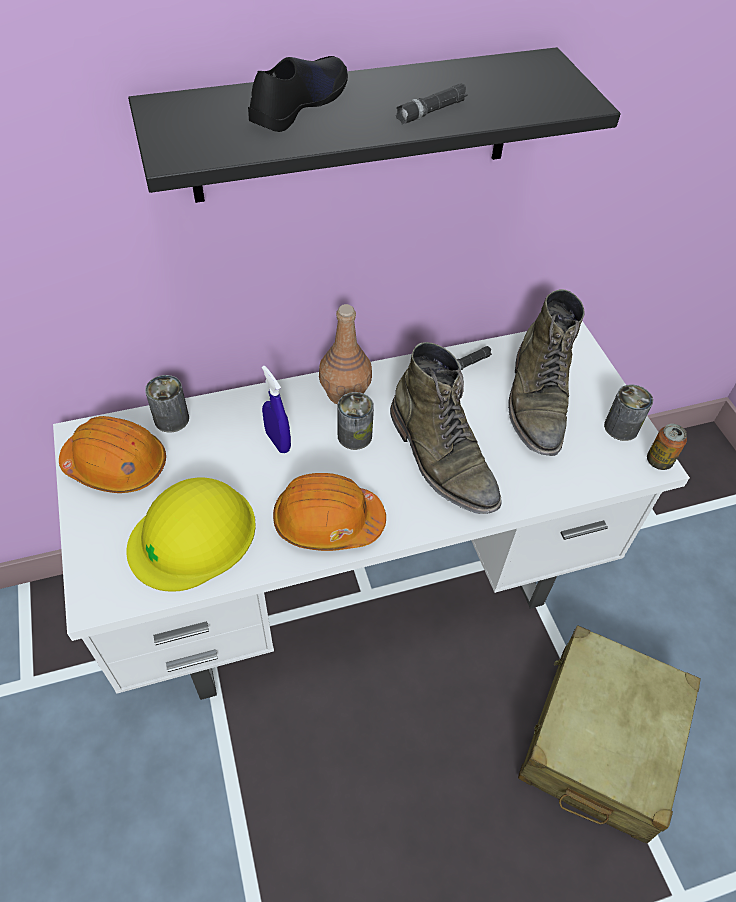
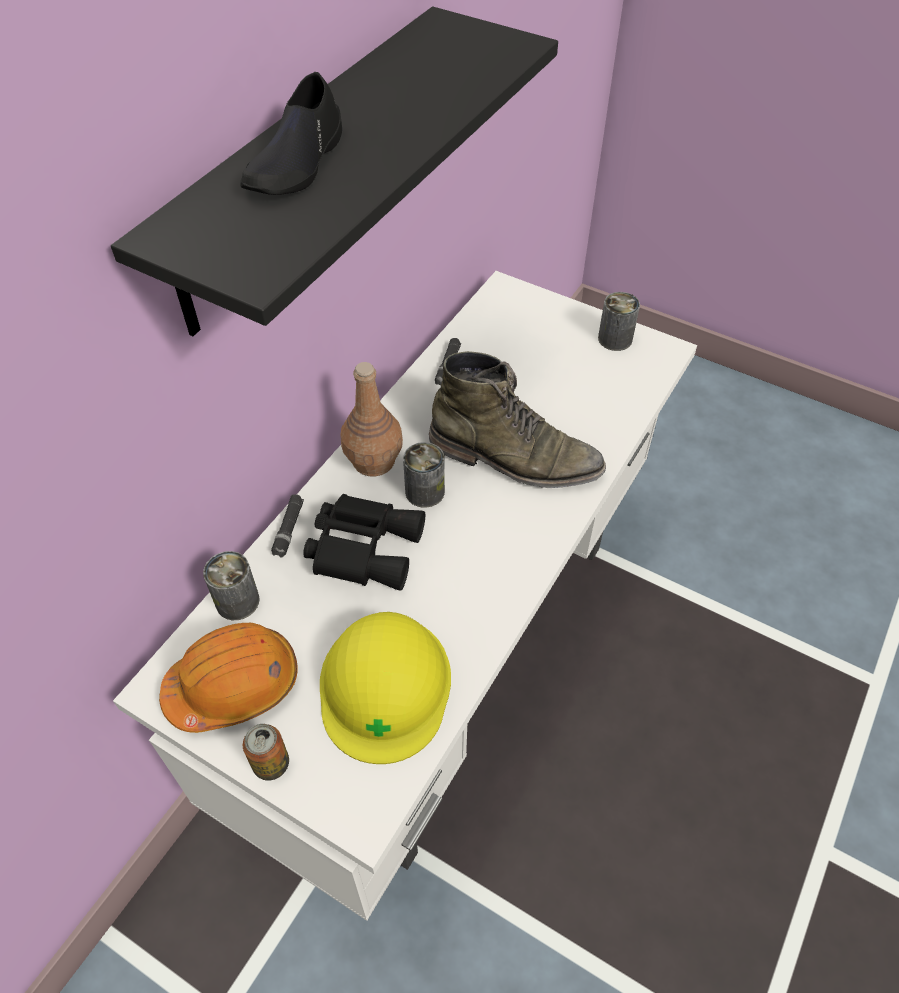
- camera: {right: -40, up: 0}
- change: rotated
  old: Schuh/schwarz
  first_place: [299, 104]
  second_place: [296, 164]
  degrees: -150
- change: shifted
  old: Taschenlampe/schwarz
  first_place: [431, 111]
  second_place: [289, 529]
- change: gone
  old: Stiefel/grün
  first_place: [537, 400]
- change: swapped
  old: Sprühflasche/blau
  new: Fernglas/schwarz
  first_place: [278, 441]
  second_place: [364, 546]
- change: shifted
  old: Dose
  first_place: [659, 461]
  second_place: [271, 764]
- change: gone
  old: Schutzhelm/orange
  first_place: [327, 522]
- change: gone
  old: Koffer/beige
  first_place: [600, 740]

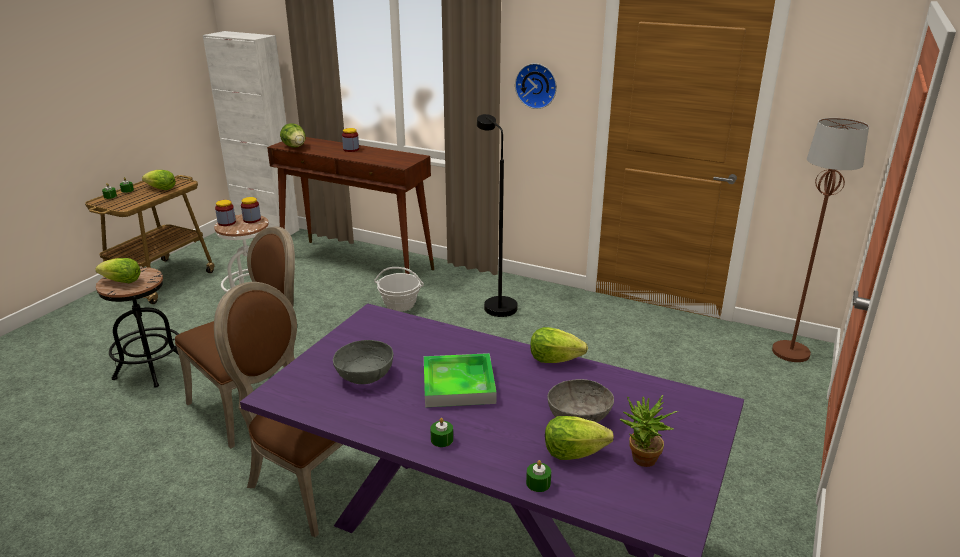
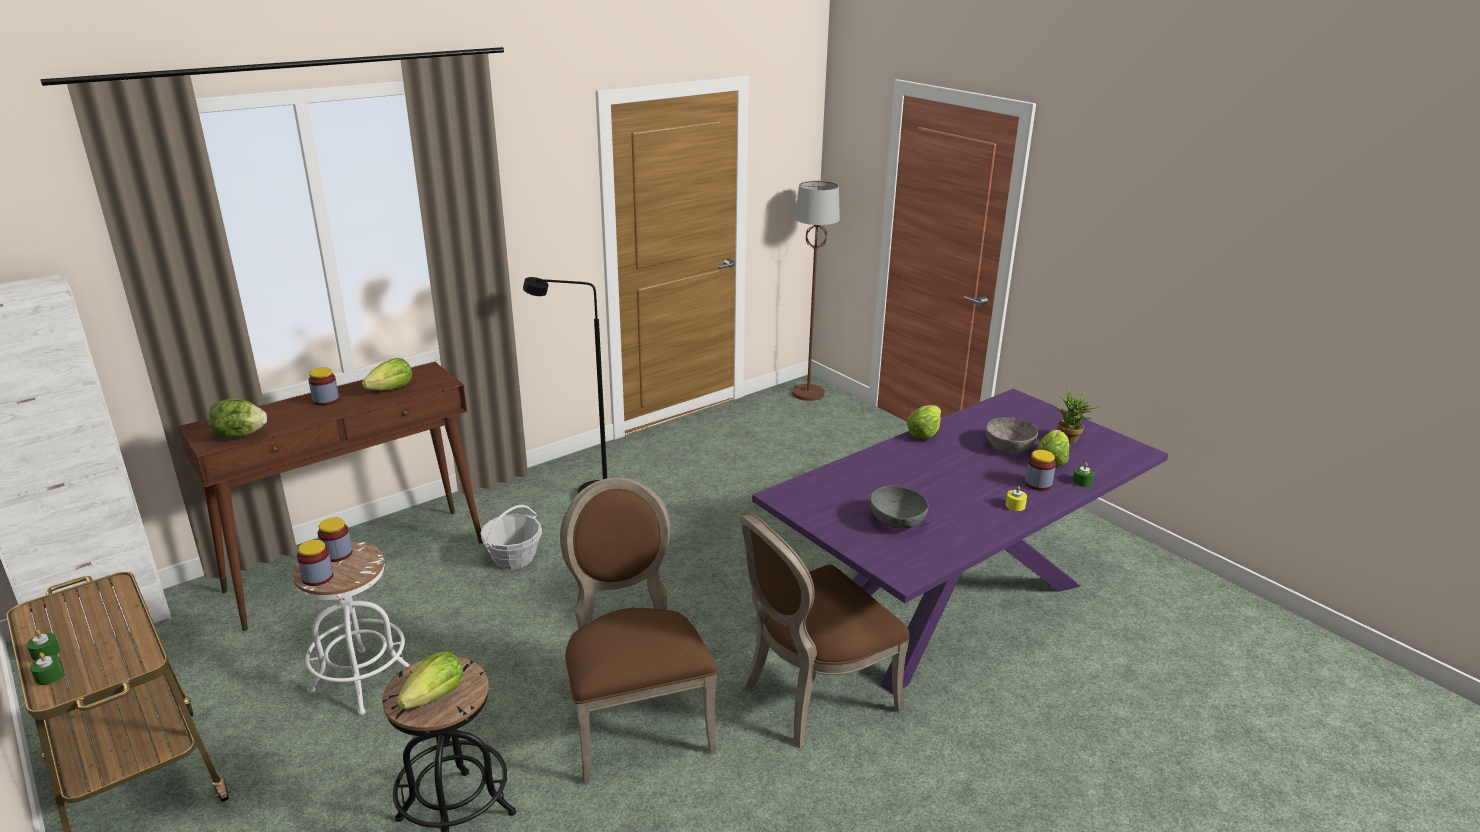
- camera: {right: -65, up: 0}
- change: gone
  old: Wanduhr
  first_place: [537, 85]
- change: shifted
  old: Salatkopf
  first_place: [161, 189]
  second_place: [391, 389]
- change: gone
  old: Tablett
  first_place: [458, 384]
- change: repainted
  old: Kerze/grün
  new: Kerze/gelb
  first_place: [442, 439]
  second_place: [1015, 505]
- change: new
  new: Vorratsglas
  second_place: [1038, 484]

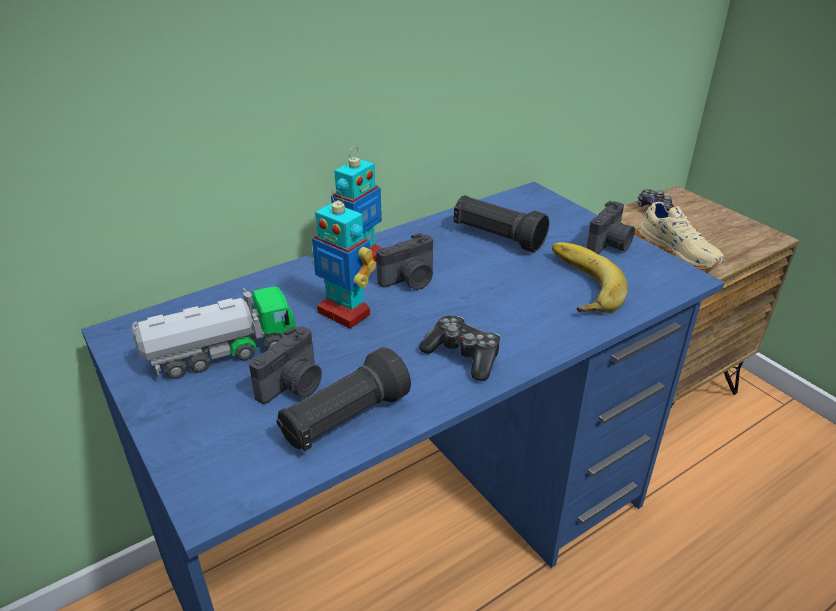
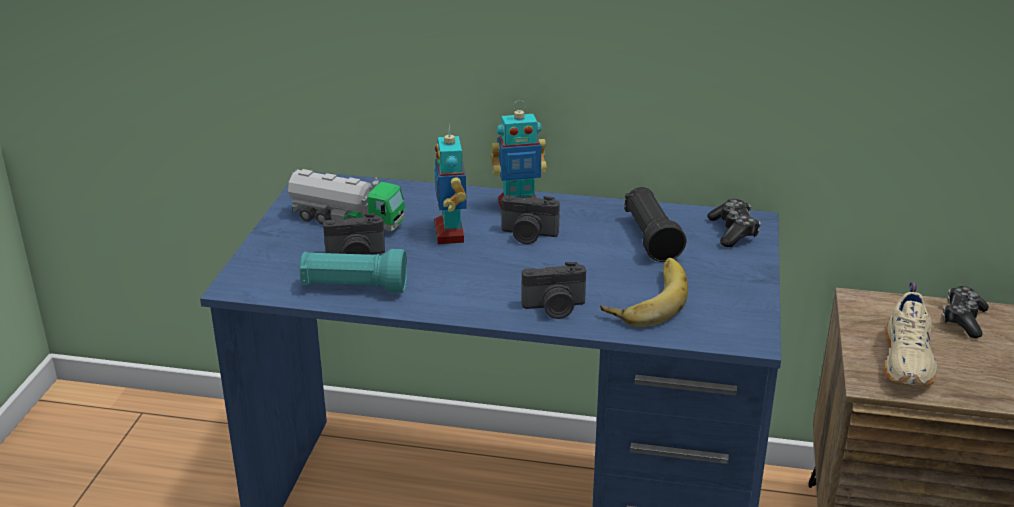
- camera: {right: 45, up: -5}
- change: shifted
  old: Kamera
  first_place: [610, 245]
  second_place: [554, 308]
- change: shifted
  old: Gamepad
  first_place: [463, 356]
  second_place: [733, 232]
- change: repainted
  old: Taschenlampe/schwarz
  new: Taschenlampe/türkis
  first_place: [344, 419]
  second_place: [353, 287]

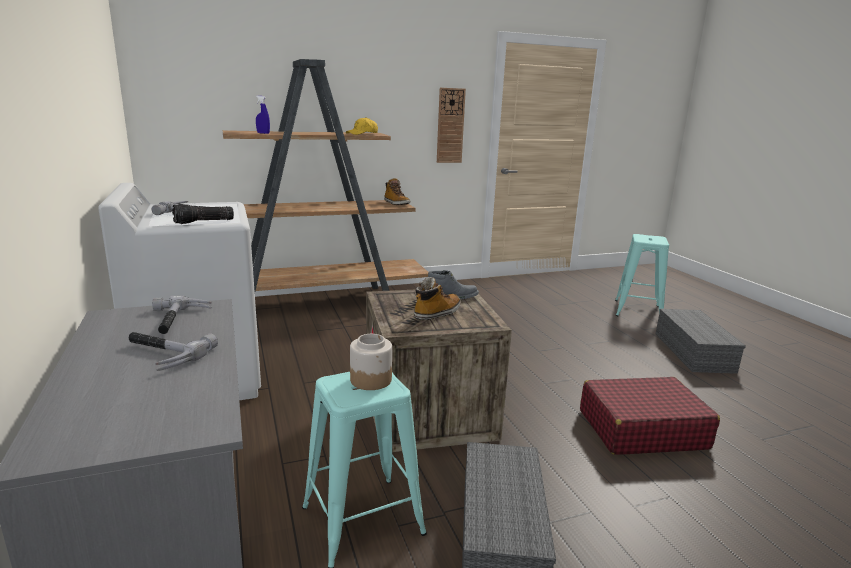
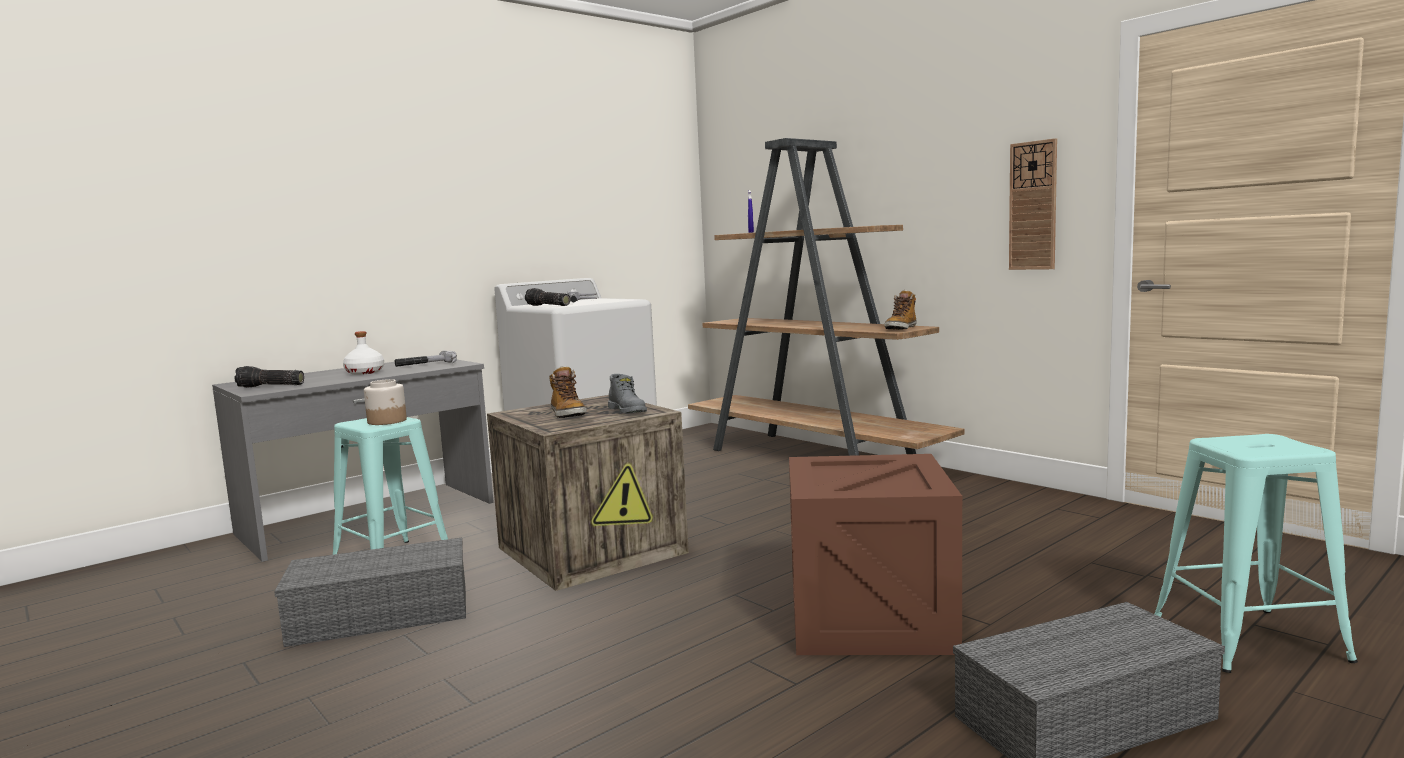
- camera: {right: 70, up: -10}
- change: gone
  old: Kappe/gelb
  first_place: [362, 134]
- change: rotated
  old: Stiefel
  first_place: [437, 313]
  second_place: [567, 414]
  degrees: 45
- change: swapped
  old: Hammer
  new: Flasche/weiß
  first_place: [161, 354]
  second_place: [364, 372]
- change: gone
  old: Koffer/rot
  first_place: [641, 429]
- change: new
  new: Taschenlampe
  second_place: [270, 386]
- change: new
  new: Kiste
  second_place: [869, 618]

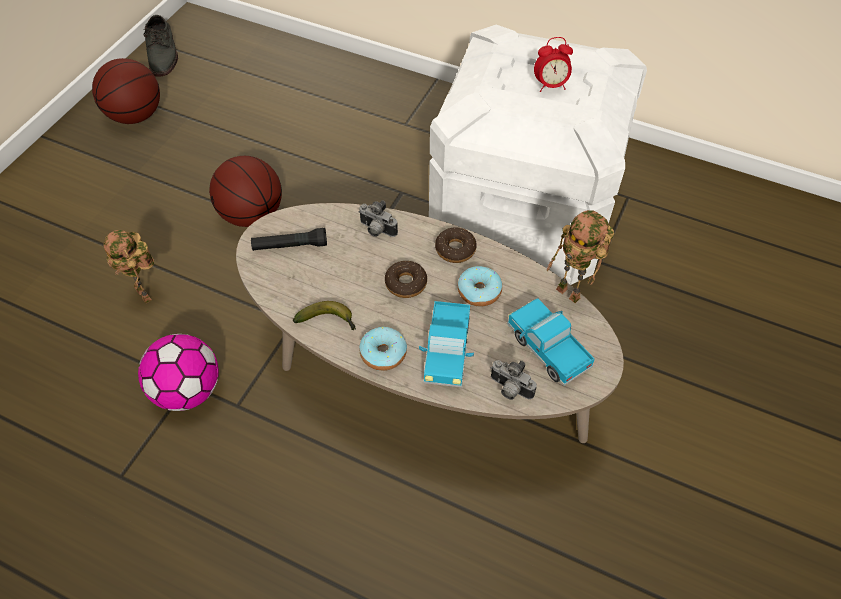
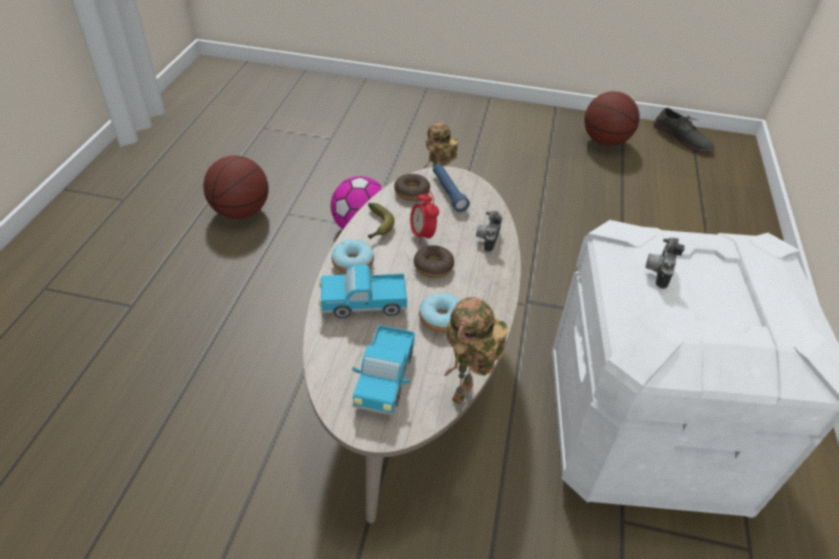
- camera: {right: 75, up: -10}
- change: rotated
  old: Schuh/grau
  first_place: [163, 54]
  second_place: [682, 138]
  degrees: -105
- change: shifted
  old: Wecker
  first_place: [550, 86]
  second_place: [422, 235]
- change: shifted
  old: Basketball
  first_place: [252, 215]
  second_place: [241, 212]
- change: shifted
  old: Donut
  first_place: [455, 249]
  second_place: [412, 192]
- change: repainted
  old: Taschenlampe/schwarz
  new: Taschenlampe/blau
  first_place: [290, 246]
  second_place: [449, 192]
- change: rotated
  old: Spielzeuglaster
  first_place: [547, 349]
  second_place: [384, 380]
  degrees: 150
- change: shifted
  old: Kamera
  first_place: [509, 389]
  second_place: [657, 271]

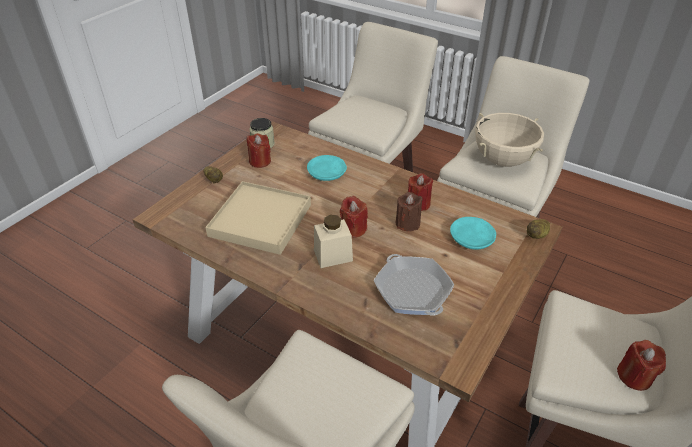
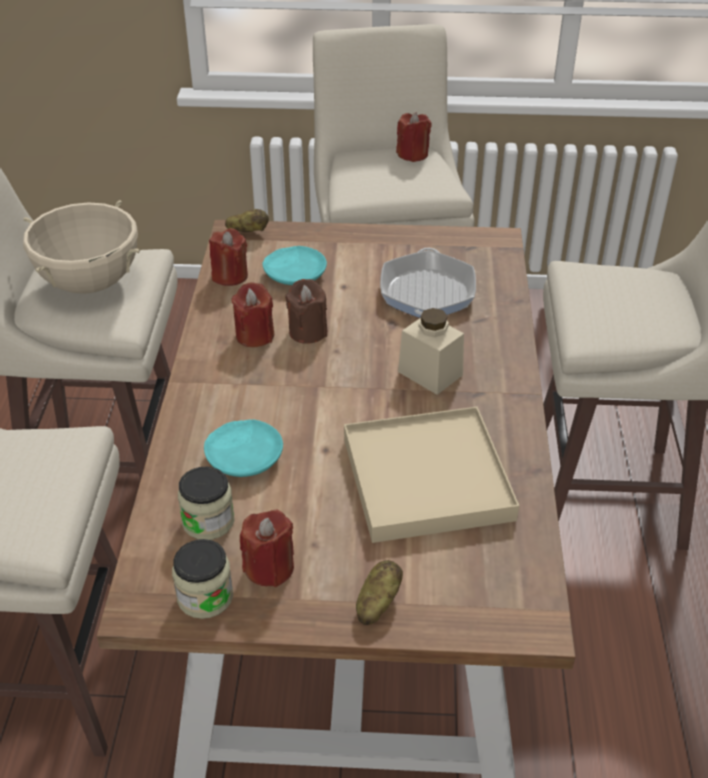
- camera: {right: -120, up: 0}
- change: shifted
  old: Kerze/rot
  first_place: [353, 229]
  second_place: [230, 276]
- change: rotated
  old: Pfanne
  first_place: [412, 290]
  second_place: [427, 293]
  degrees: 150
- change: new
  new: Vorratsglas
  second_place: [208, 521]

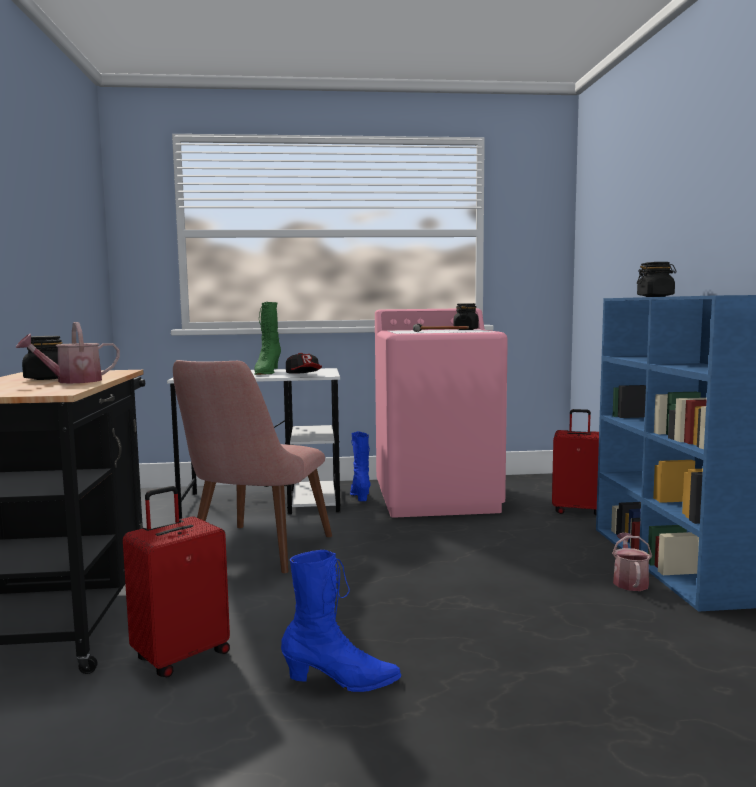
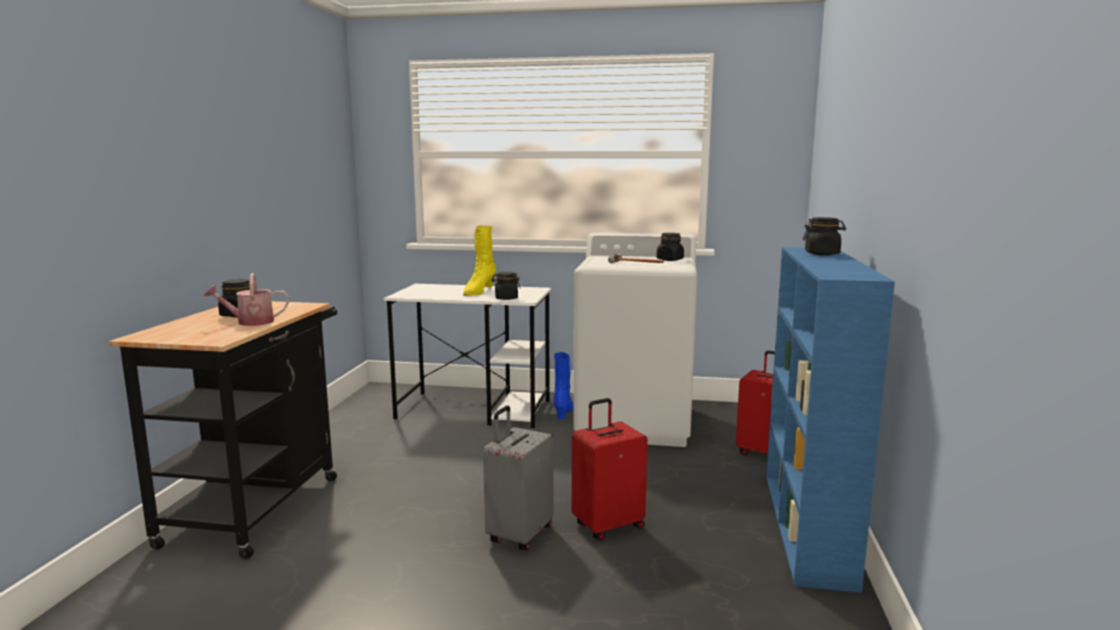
- camera: {right: 15, up: 5}
- change: repainted
  old: Stiefel/grün
  new: Stiefel/gelb
  first_place: [267, 373]
  second_place: [478, 292]
- change: repainted
  old: Waschmaschine/rosa
  new: Waschmaschine/weiß
  first_place: [437, 498]
  second_place: [635, 423]
- change: swapped
  old: Kappe
  new: Vorratsglas/schwarz
  first_place: [304, 375]
  second_place: [506, 298]
- change: gone
  old: Stuhl/rosa
  first_place: [253, 554]
- change: shifted
  old: Koffer/rot
  first_place: [181, 656]
  second_place: [607, 525]
- change: gone
  old: Gießkanne
  first_place: [629, 581]
- change: gone
  old: Stiefel/blau
  first_place: [341, 682]
- change: new
  new: Koffer/grau
  second_place: [519, 534]

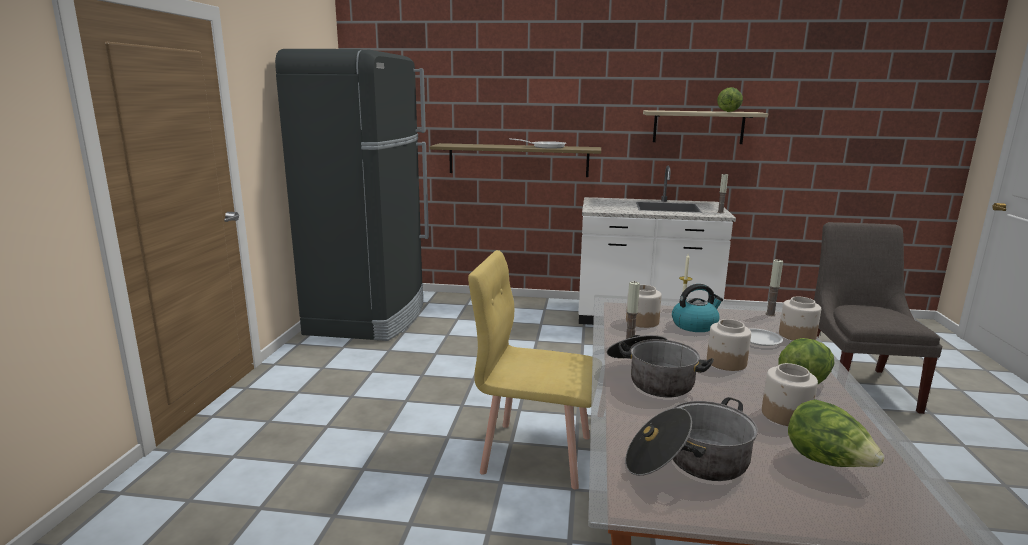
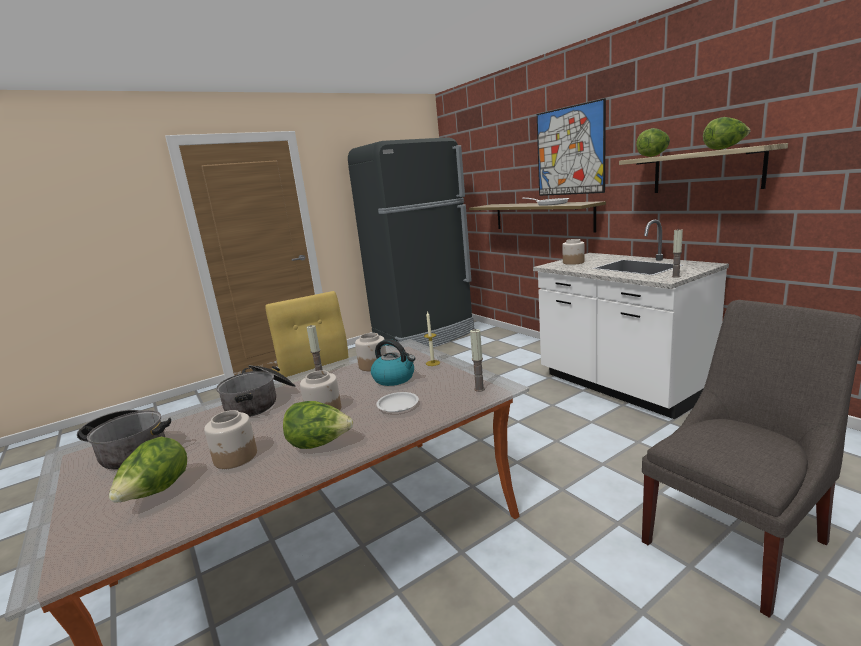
- camera: {right: 50, up: 0}
- change: shifted
  old: Vorratsglas
  first_place: [797, 335]
  second_place: [573, 262]
- change: new
  new: Bild
  second_place: [569, 151]
- change: new
  new: Salatkopf
  second_place: [653, 156]

